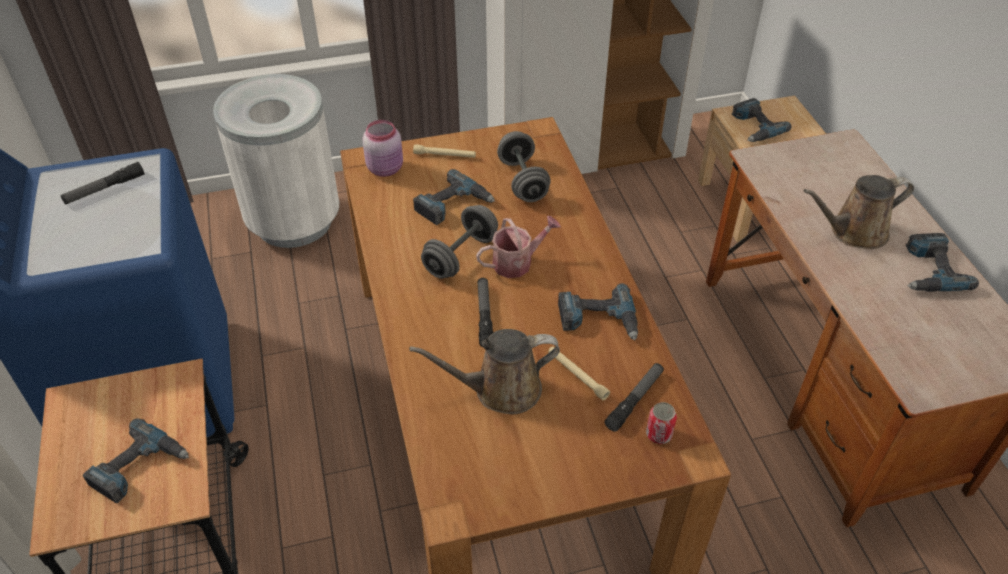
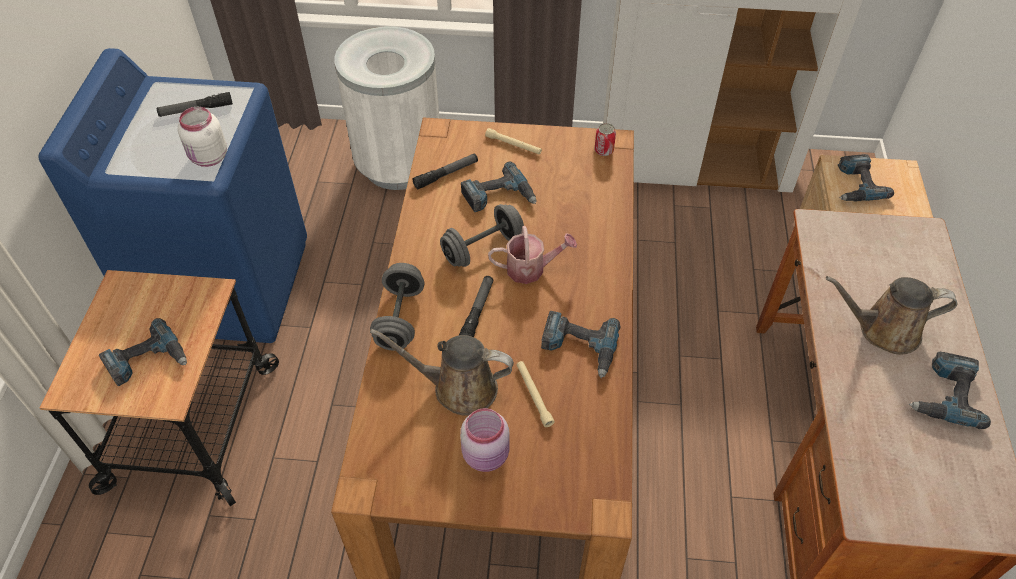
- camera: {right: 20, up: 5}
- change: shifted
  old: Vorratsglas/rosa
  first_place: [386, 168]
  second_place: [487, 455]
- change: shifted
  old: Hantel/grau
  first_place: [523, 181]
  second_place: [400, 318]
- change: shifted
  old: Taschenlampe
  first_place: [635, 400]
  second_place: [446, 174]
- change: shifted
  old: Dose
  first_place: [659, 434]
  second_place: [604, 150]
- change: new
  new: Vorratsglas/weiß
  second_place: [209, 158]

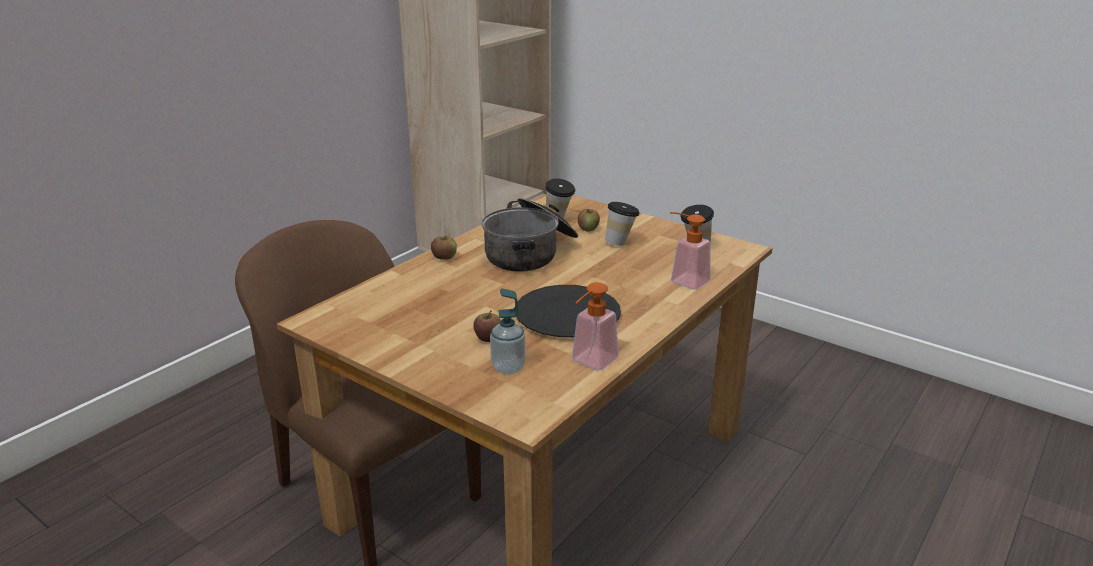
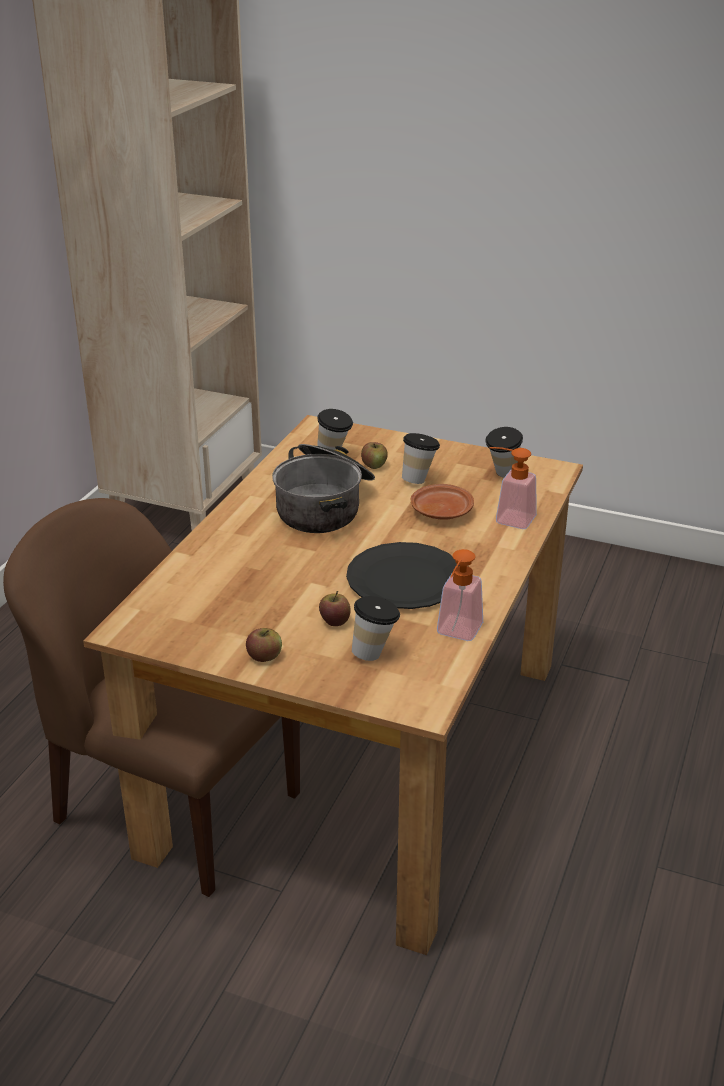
- camera: {right: -15, up: 5}
- change: shifted
  old: Apfel
  first_place: [444, 257]
  second_place: [264, 656]
- change: swapped
  old: Seifenspender
  new: Tasse
  first_place: [508, 367]
  second_place: [375, 652]
- change: new
  new: Teller/braun
  second_place: [441, 511]

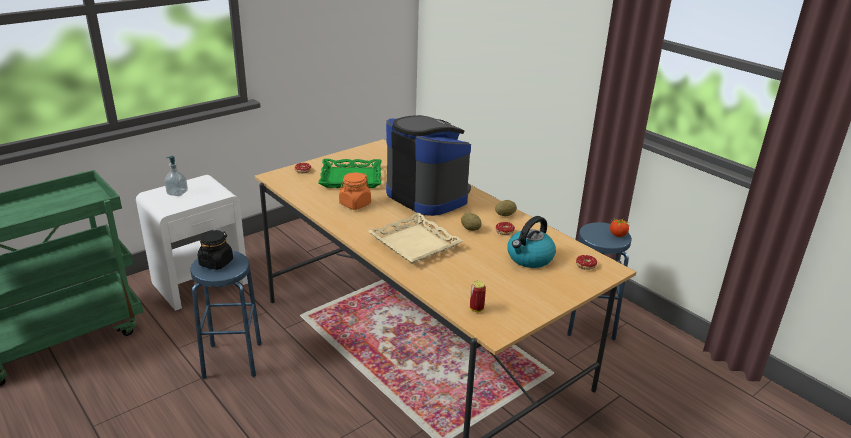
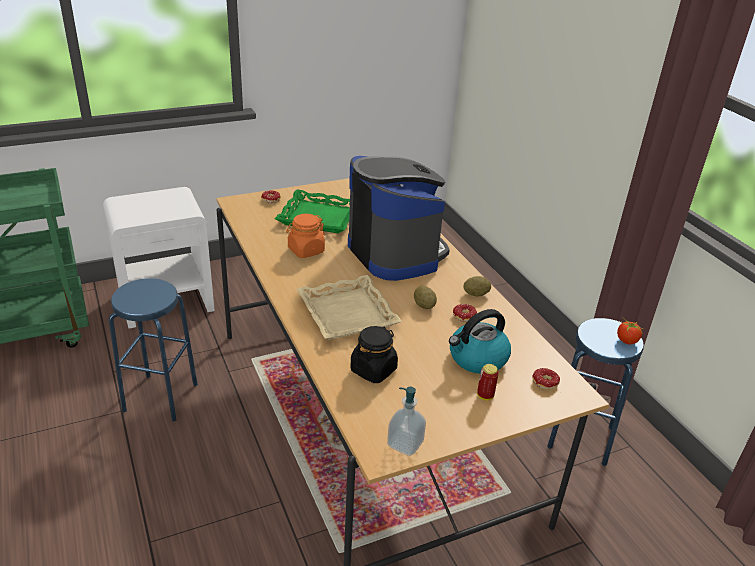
- camera: {right: 15, up: 5}
- change: shifted
  old: Seifenspender
  first_place: [177, 193]
  second_place: [405, 444]
- change: shifted
  old: Vorratsglas/schwarz
  first_place: [216, 262]
  second_place: [373, 370]
- change: shifted
  old: Dose
  first_place: [476, 309]
  second_place: [485, 396]

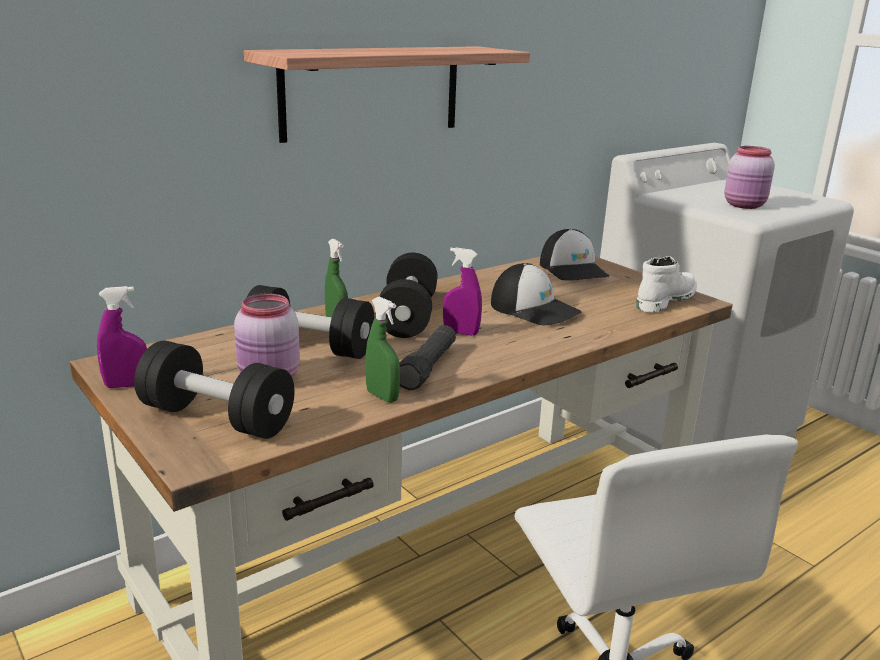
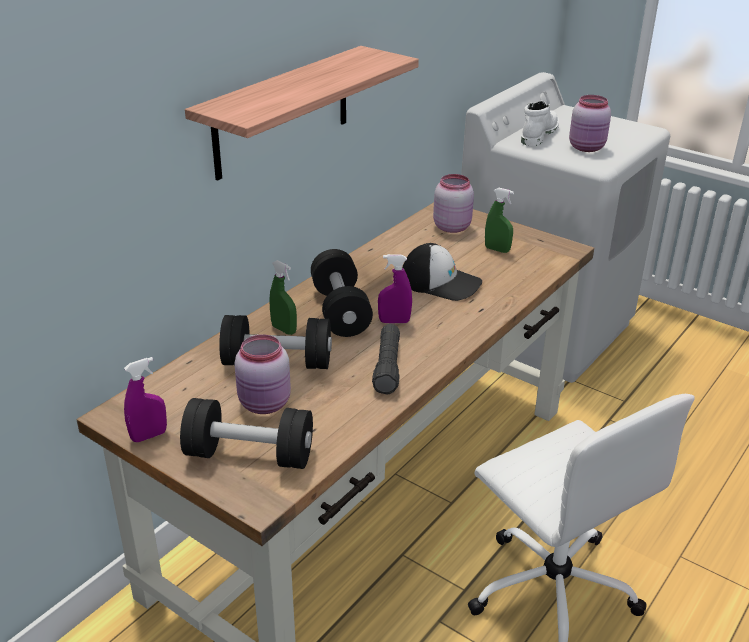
- camera: {right: -15, up: 10}
- change: swapped
  old: Kappe
  new: Vorratsglas/rosa
  first_place: [573, 269]
  second_place: [452, 226]
- change: shifted
  old: Stiefel/weiß
  first_place: [664, 300]
  second_place: [538, 134]
- change: shifted
  old: Sprühflasche/grün
  first_place: [382, 396]
  second_place: [497, 250]

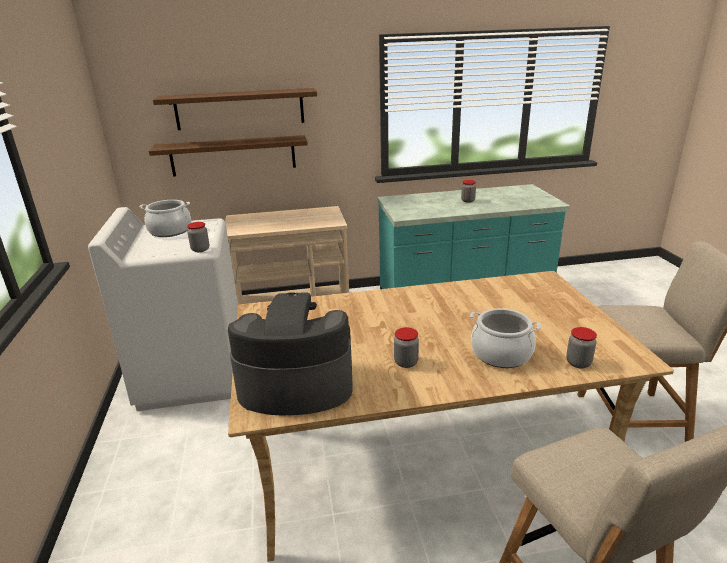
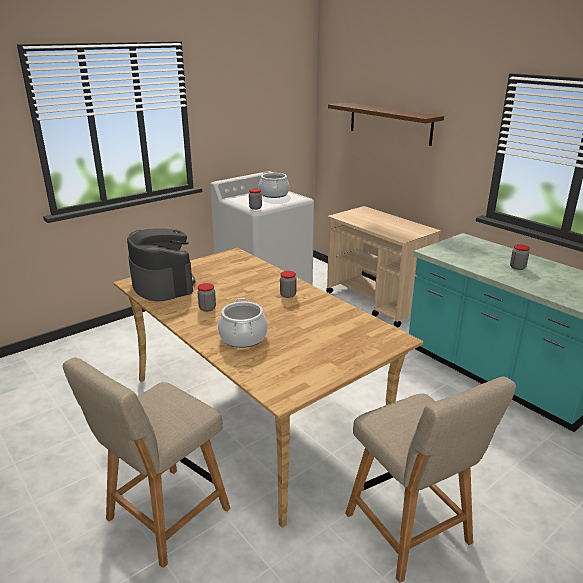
- camera: {right: 60, up: 0}
- change: gone
  old: Wandregal/braun
  first_place: [233, 155]
- change: shifted
  old: Vorratsglas
  first_place: [578, 363]
  second_place: [288, 295]

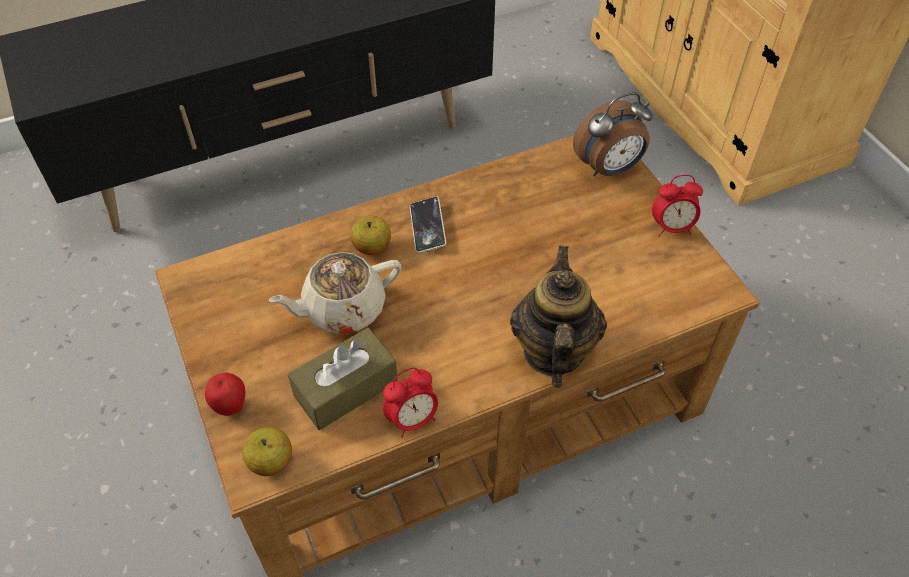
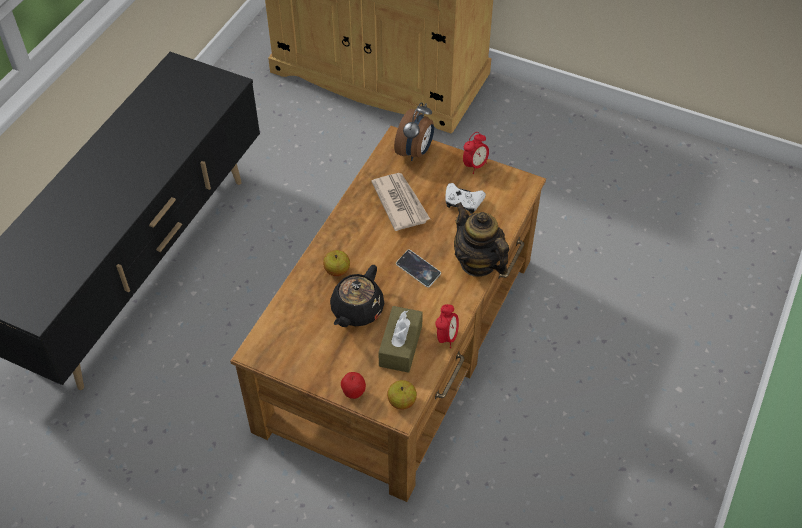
- camera: {right: -40, up: 0}
- change: shifted
  old: Handy
  first_place: [427, 227]
  second_place: [418, 270]
- change: repainted
  old: Teekanne/beige
  new: Teekanne/schwarz
  first_place: [342, 308]
  second_place: [356, 310]
- change: new
  new: Zeitung
  second_place: [400, 203]
- change: new
  new: Gamepad/weiß
  second_place: [463, 202]

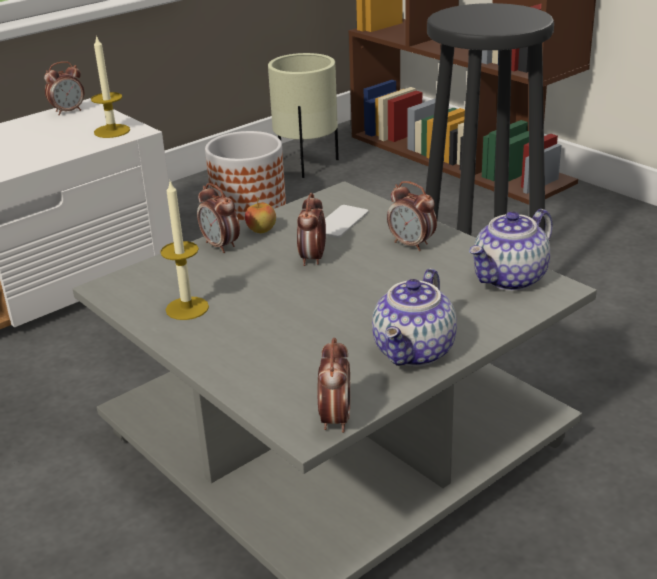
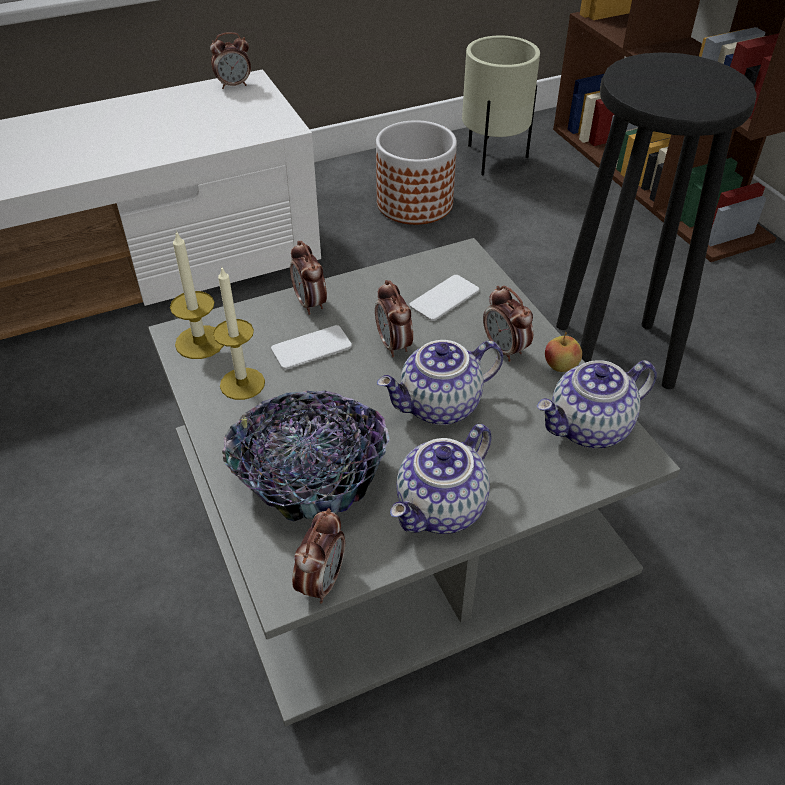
- camera: {right: 15, up: 15}
- change: shifted
  old: Kerze
  first_place: [112, 131]
  second_place: [200, 342]
- change: rotated
  old: Wecker
  first_place: [313, 259]
  second_place: [394, 345]
  degrees: -45
- change: shifted
  old: Apfel
  first_place: [261, 230]
  second_place: [560, 366]
- change: new
  new: Handy
  second_place: [311, 348]
- change: new
  new: Teekanne
  second_place: [440, 407]
- change: new
  new: Schüssel
  second_place: [310, 476]

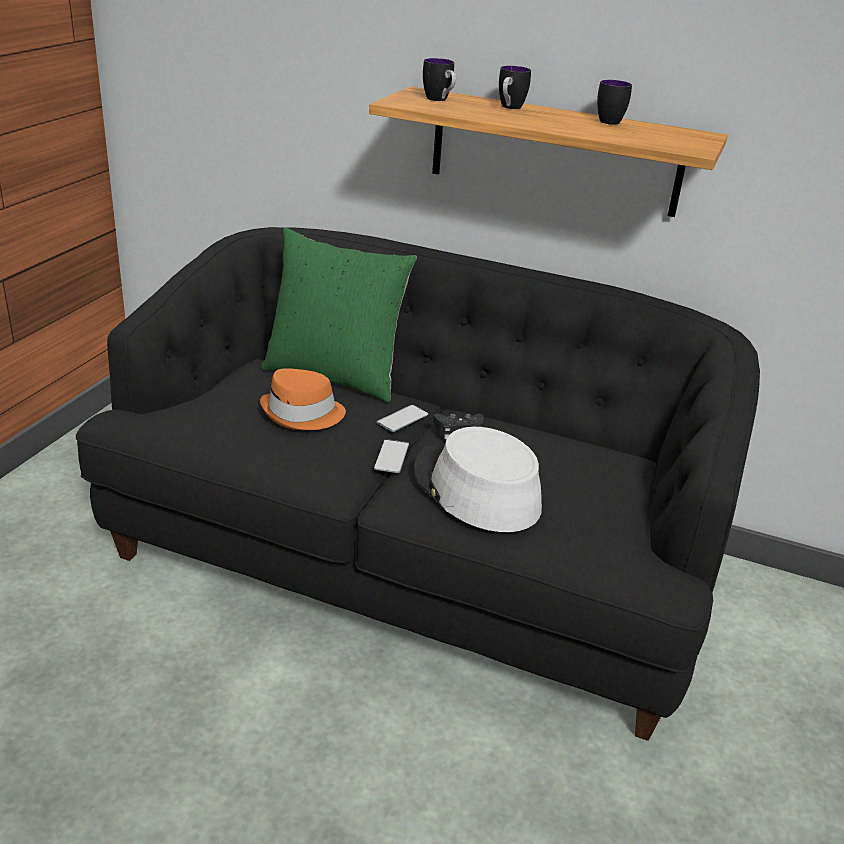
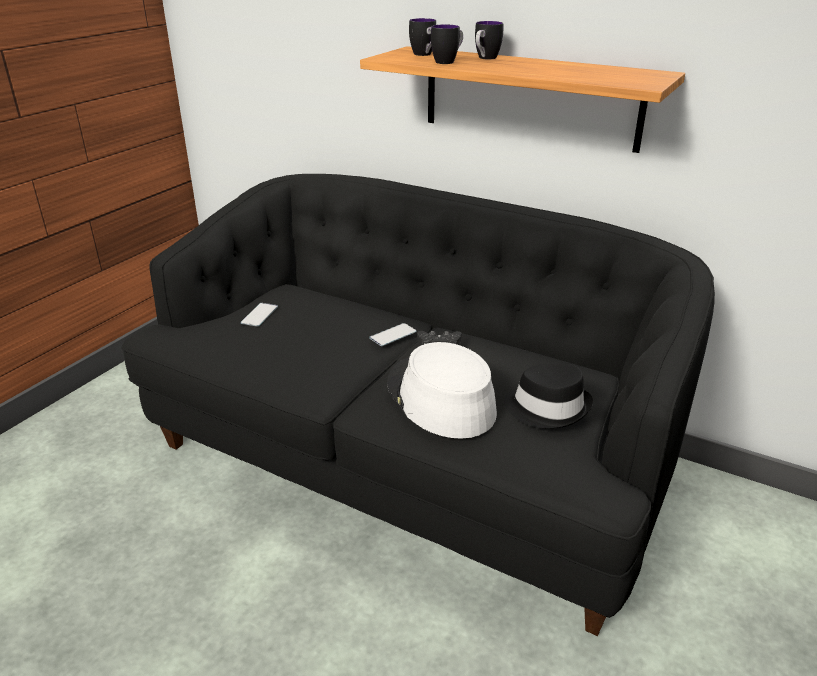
- camera: {right: 10, up: 0}
- change: shifted
  old: Henkelbecher
  first_place: [612, 121]
  second_place: [448, 61]
- change: gone
  old: Kissen/grün
  first_place: [335, 375]
- change: gone
  old: Hut/orange
  first_place: [302, 414]
- change: shifted
  old: Handy
  first_place: [391, 456]
  second_place: [259, 315]
- change: new
  new: Hut/schwarz
  second_place: [548, 407]

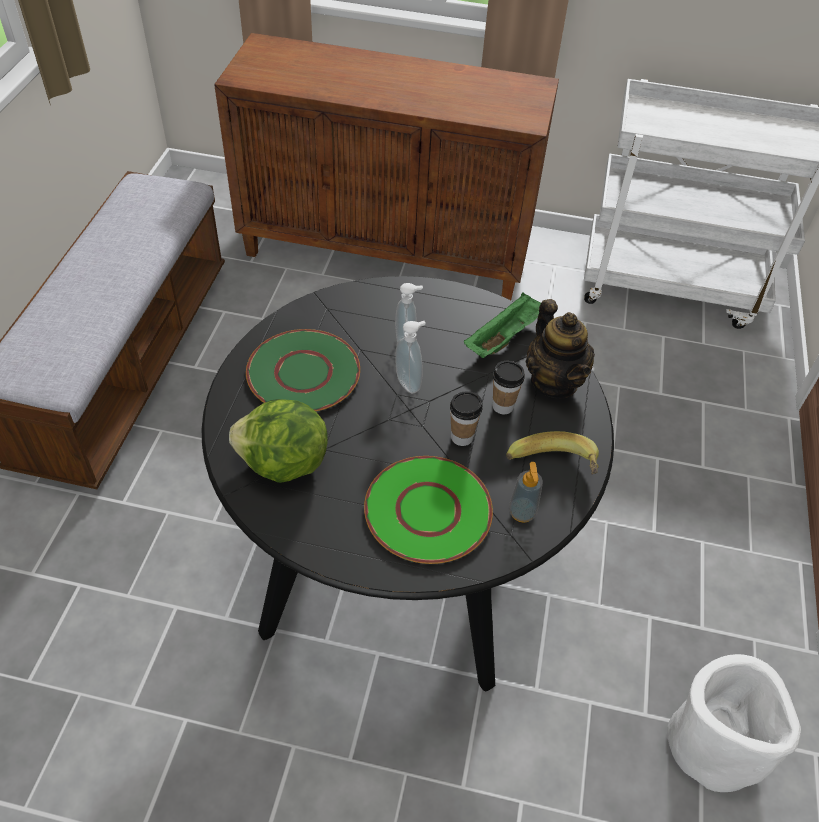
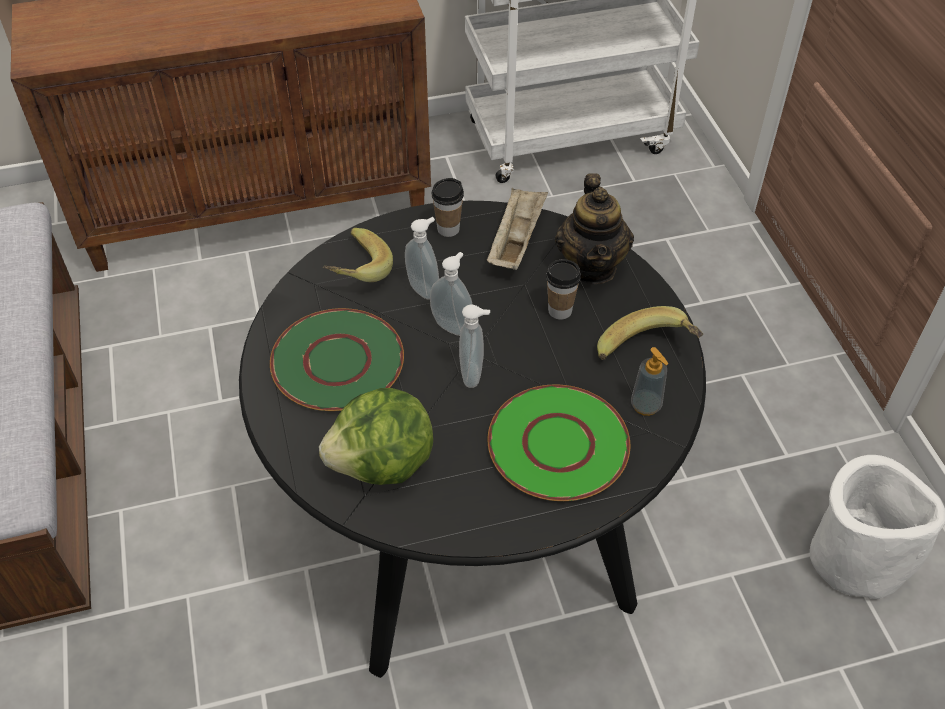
- camera: {right: -25, up: 0}
- change: repainted
  old: Tablett/grün
  new: Tablett/beige
  first_place: [505, 337]
  second_place: [516, 241]
- change: rotated
  old: Teekanne
  first_place: [554, 381]
  second_place: [591, 266]
  degrees: 45
- change: shifted
  old: Tasse
  first_place: [462, 437]
  second_place: [448, 229]
- change: new
  new: Banane
  second_place: [354, 271]
- change: new
  new: Seifenspender
  second_place: [474, 374]

